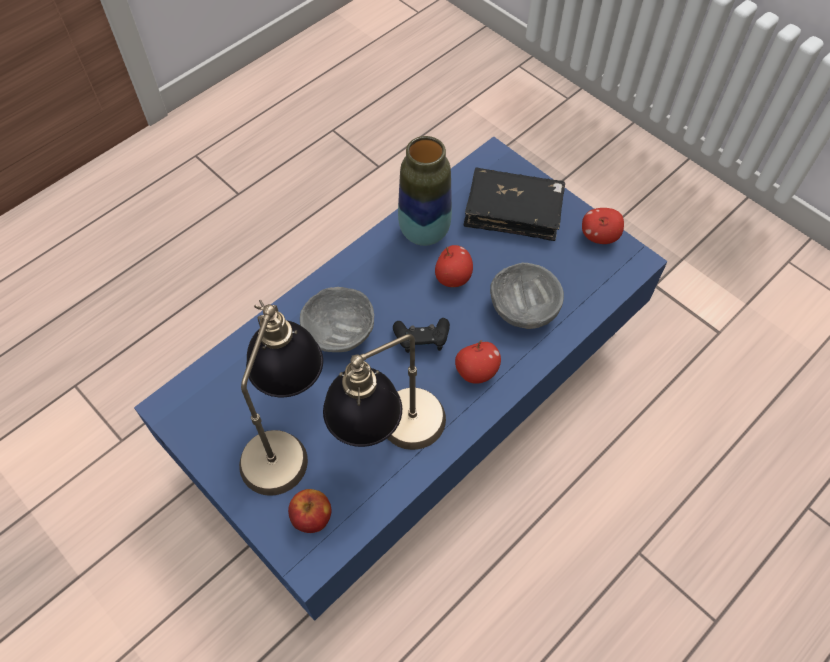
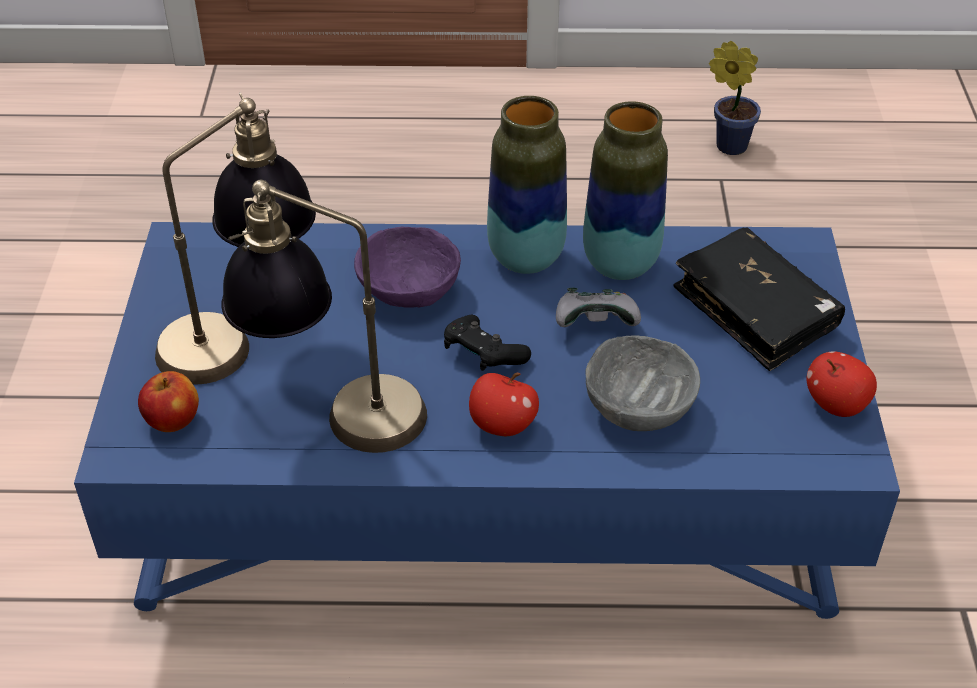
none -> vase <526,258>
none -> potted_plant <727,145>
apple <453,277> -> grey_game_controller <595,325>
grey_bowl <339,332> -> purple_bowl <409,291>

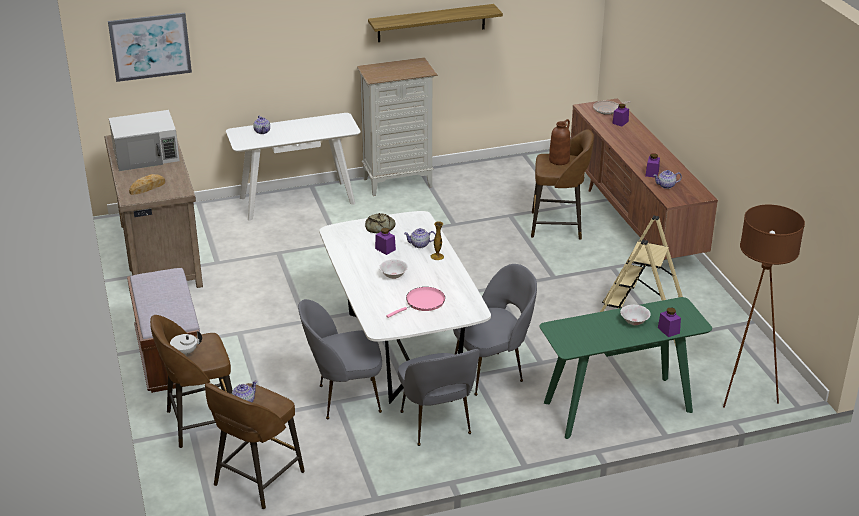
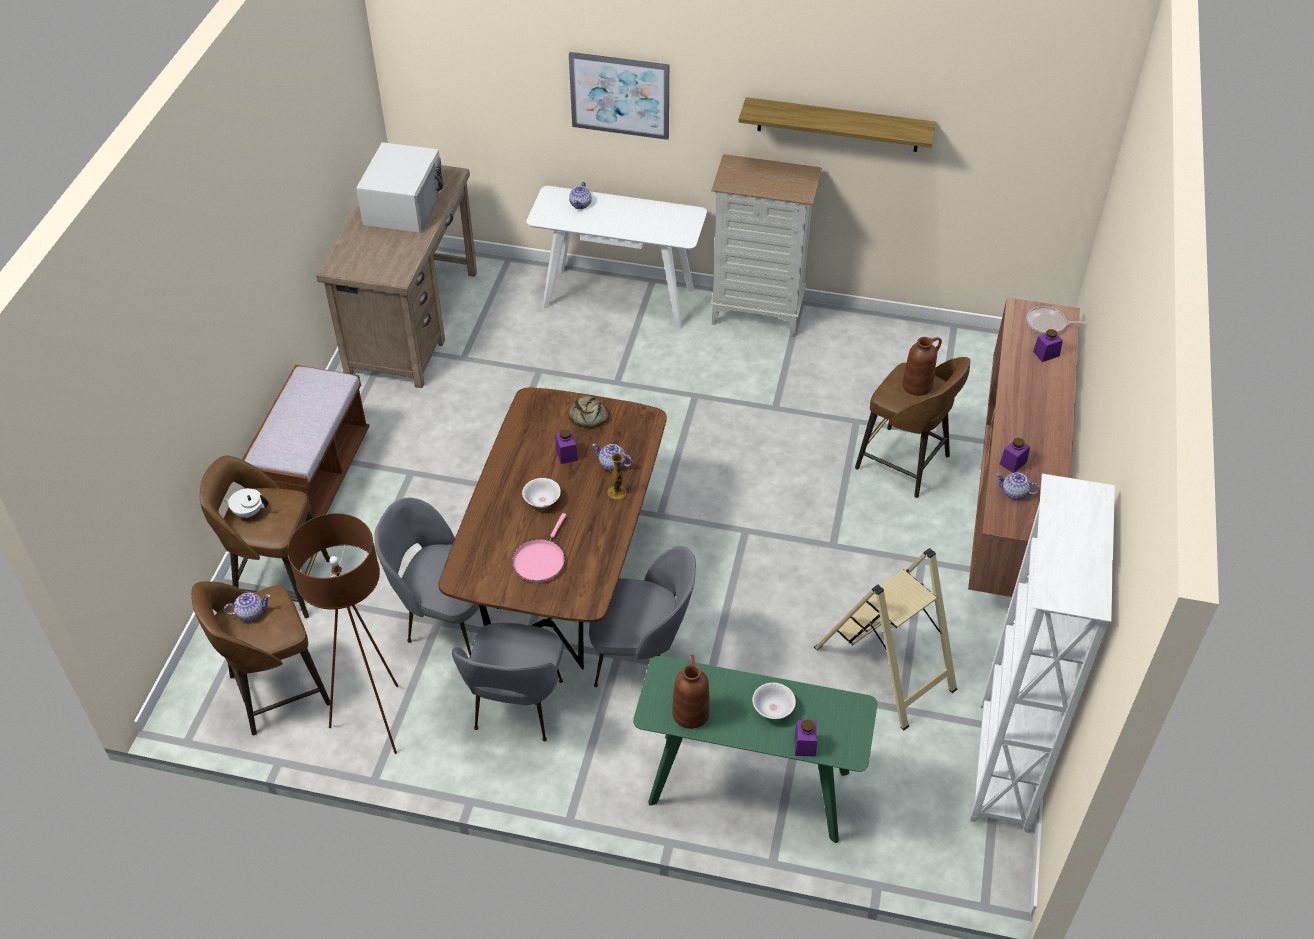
bread <147,187> -> none
none -> brown_vase <690,712>
none -> white_bookcase <1002,767>
picture <150,46> -> picture <620,95>, move
brown_floor_lamp <745,394> -> brown_floor_lamp <374,721>, move
white_dining_table <402,350> -> brown_dining_table <564,579>
white_microwave <146,155> -> white_microwave <404,205>, 90 degrees counterclockwise
pink_frying_pan <423,303> -> pink_frying_pan <540,560>, 120 degrees clockwise

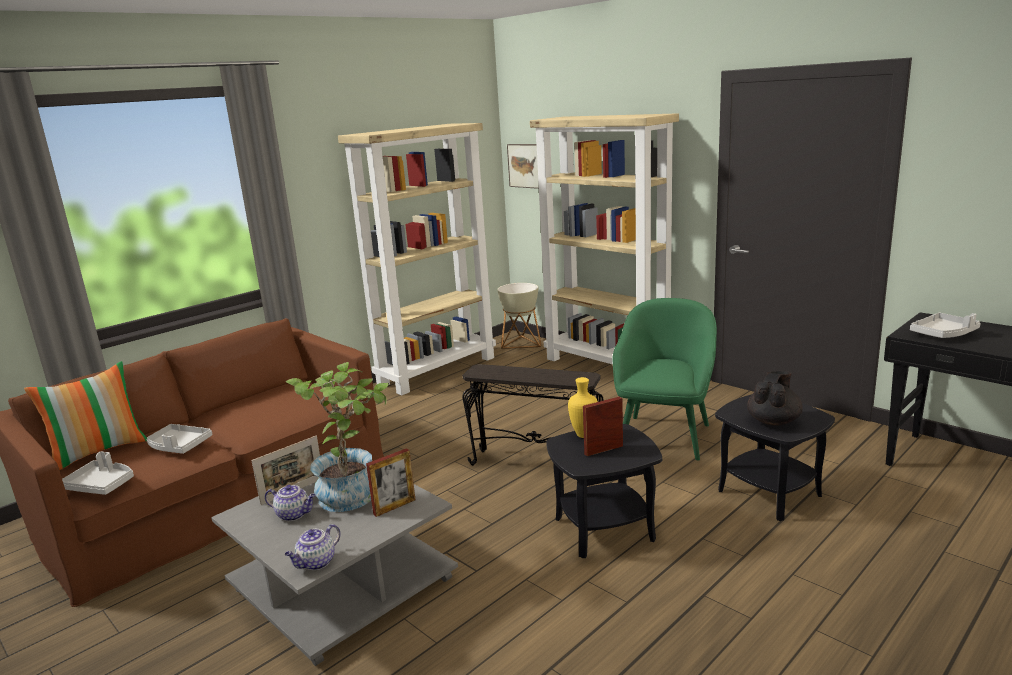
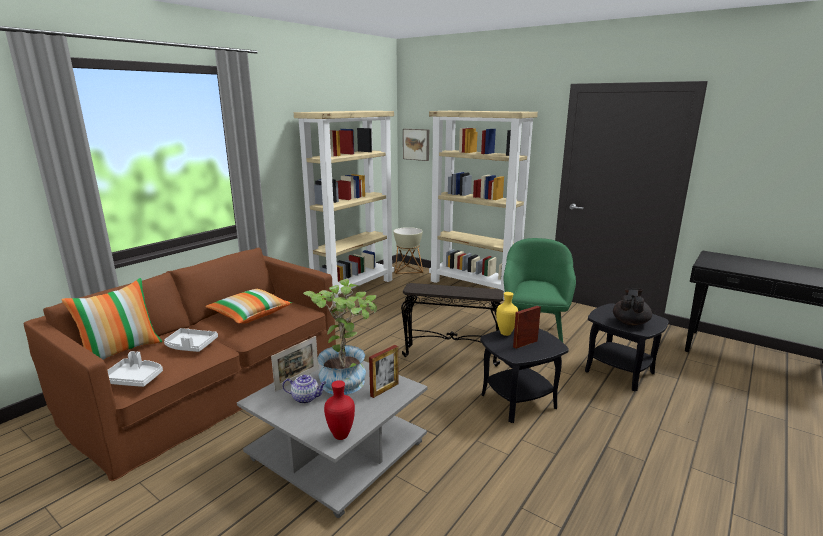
grey_tray <944,334> -> none
none -> pillow <250,315>
teapot <316,563> -> red_vase <341,436>

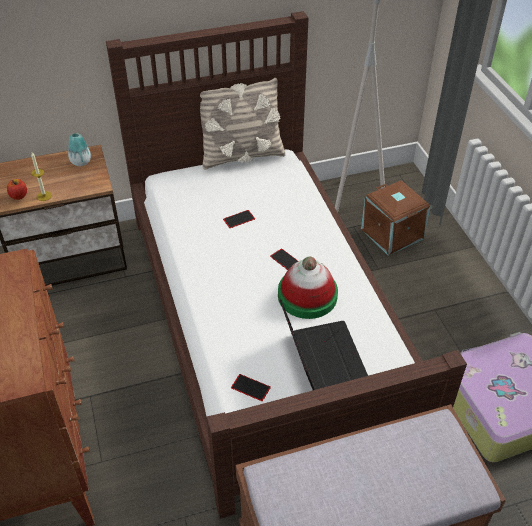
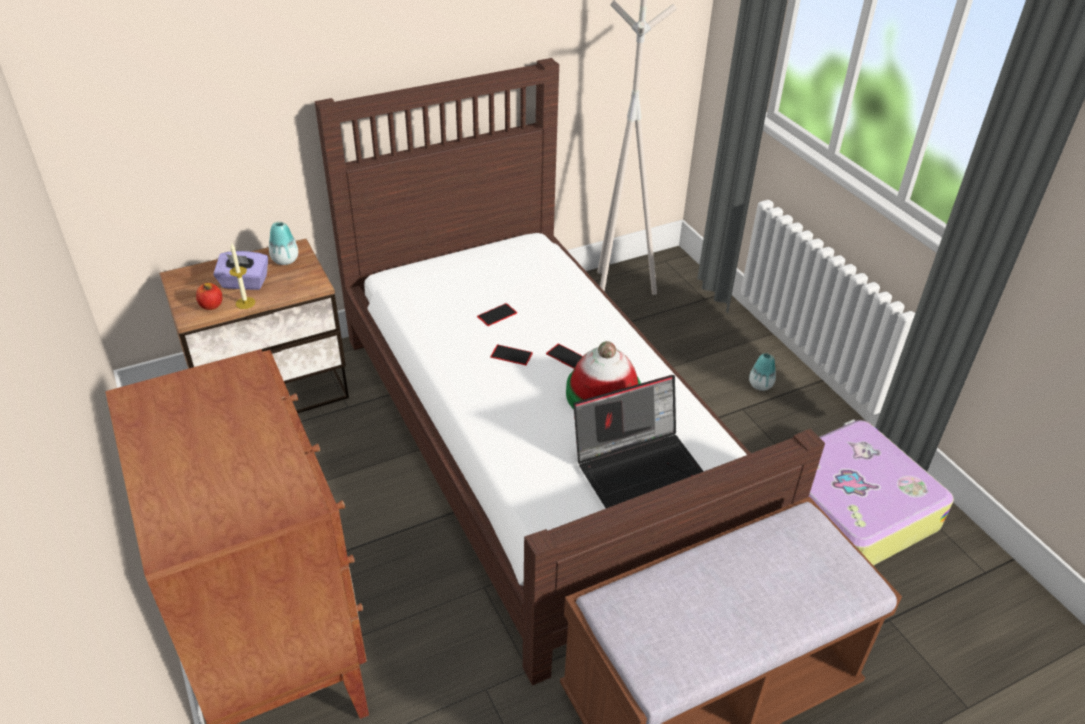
beige_pillow <241,156> -> none
brown_storage_box <393,234> -> none
none -> purple_tissue_box <244,283>
none -> vase <760,385>
phone <250,387> -> phone <511,355>, move
laptop <322,361> -> laptop <640,467>, 90 degrees clockwise

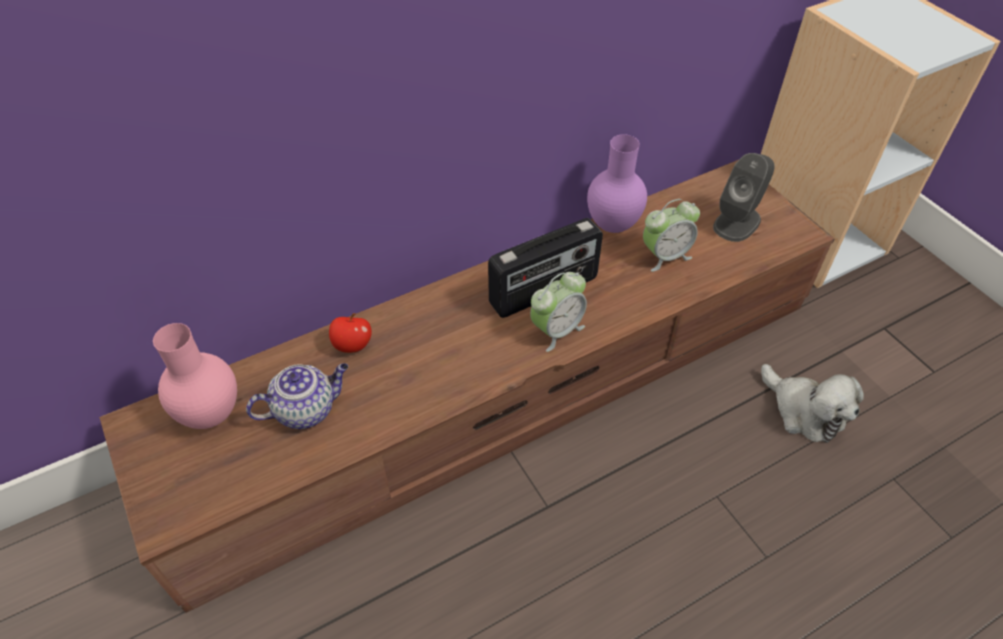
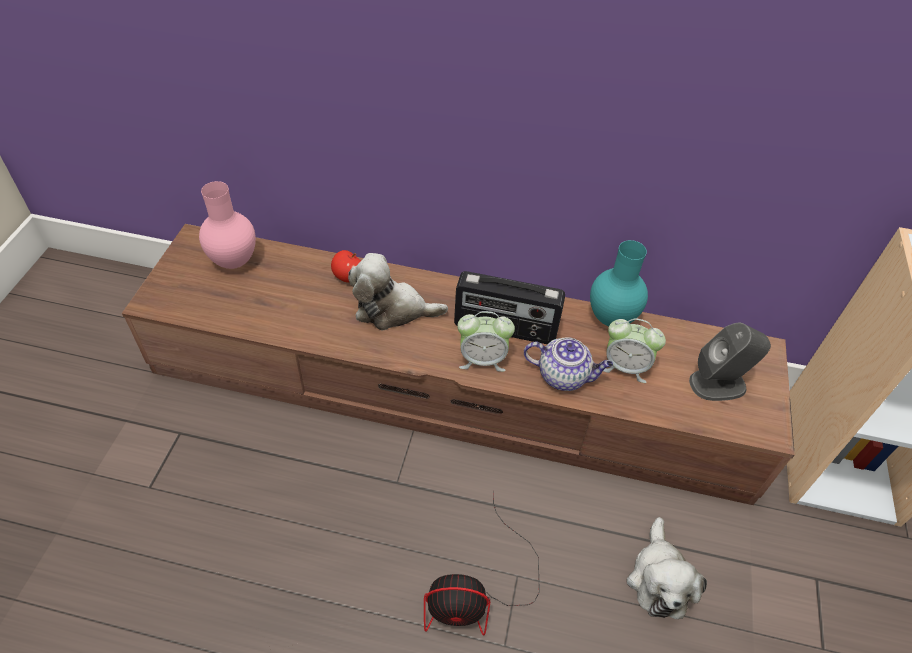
none -> plush_toy <392,309>
none -> fan <477,593>
teapot <306,409> -> teapot <564,376>, move
purple_vase <614,225> -> turquoise_vase <612,319>

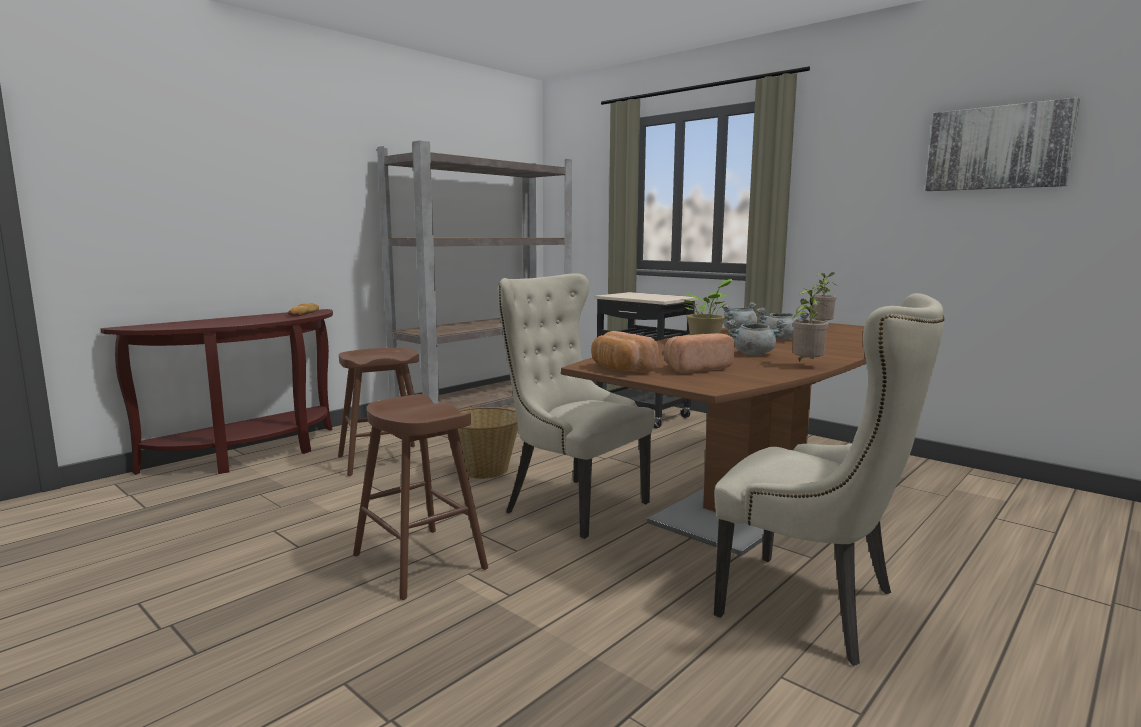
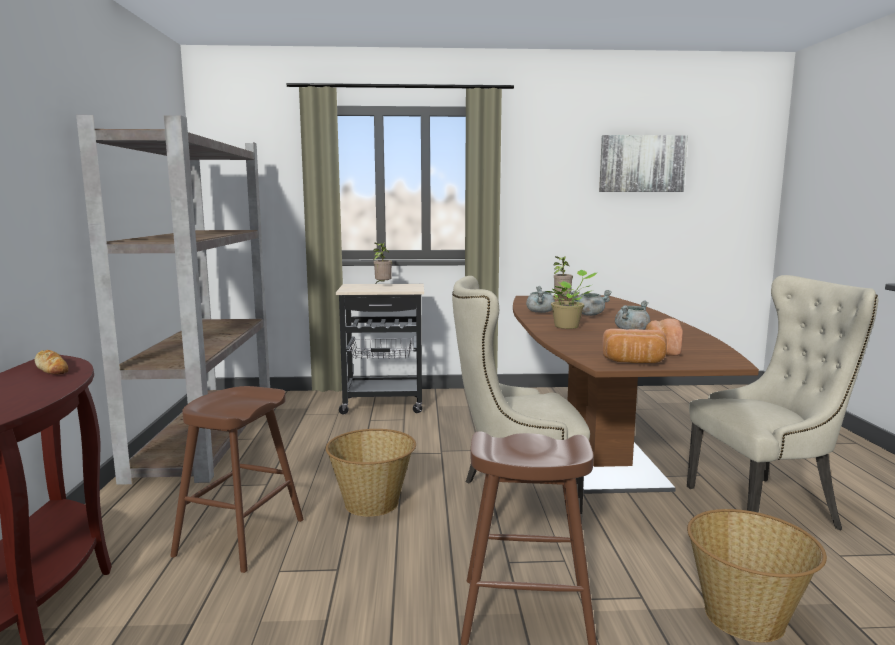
none -> basket <745,618>
potted_plant <807,365> -> potted_plant <382,285>, move

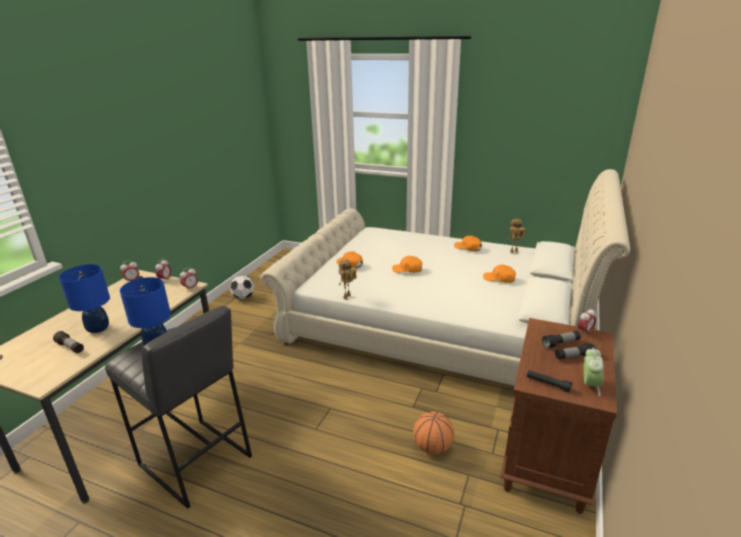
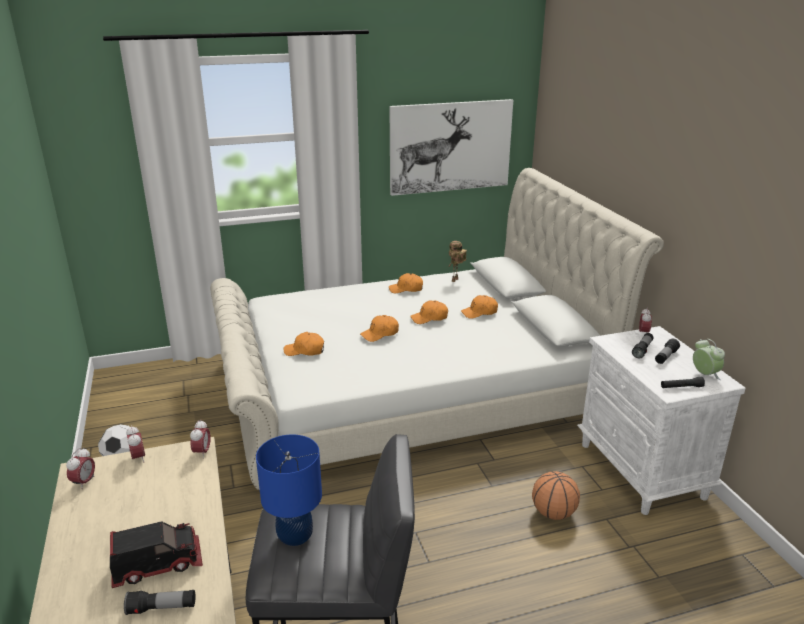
toy_robot <347,297> -> none
none -> picture <450,147>
none -> orange_cap <429,318>
blue_table_lamp <98,328> -> toy_truck <157,564>
brown_nightstand <547,459> -> white_nightstand <643,471>

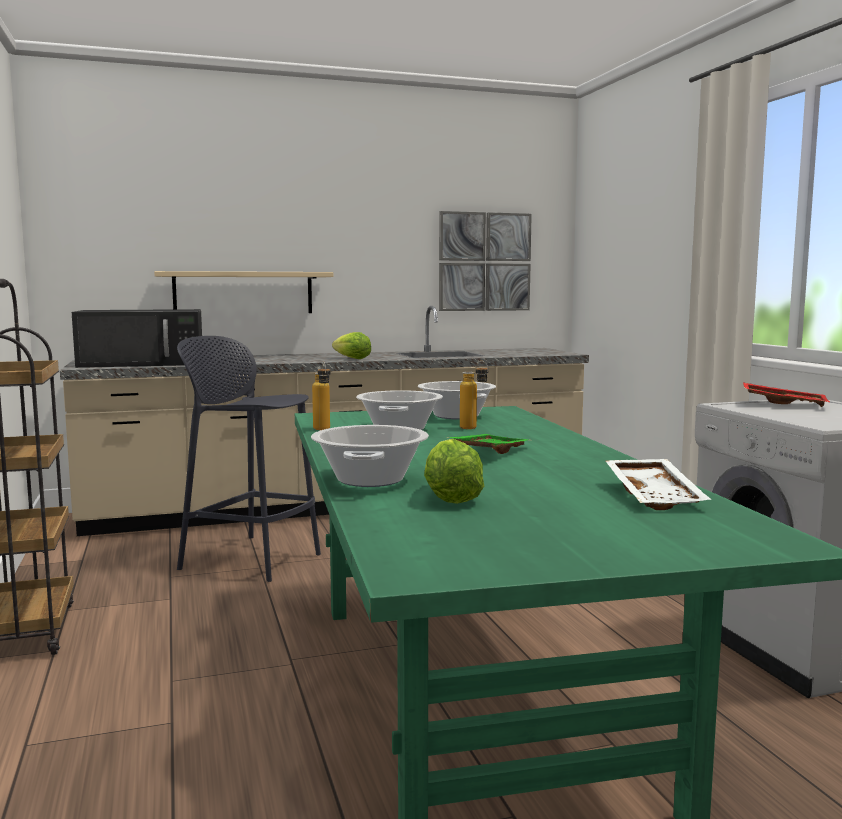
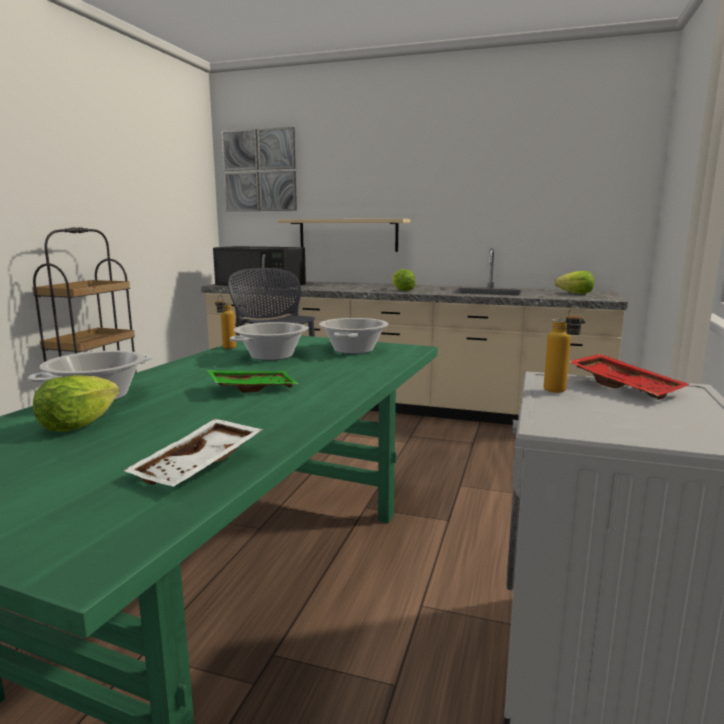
none -> lettuce <575,293>
picture <484,262> -> picture <260,170>, move
bottle <474,428> -> bottle <560,392>, move

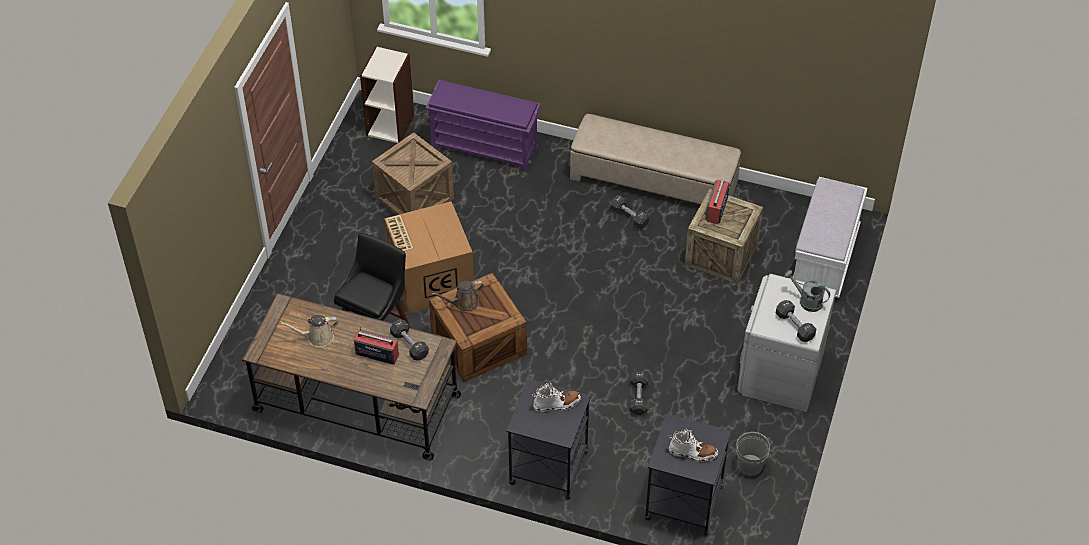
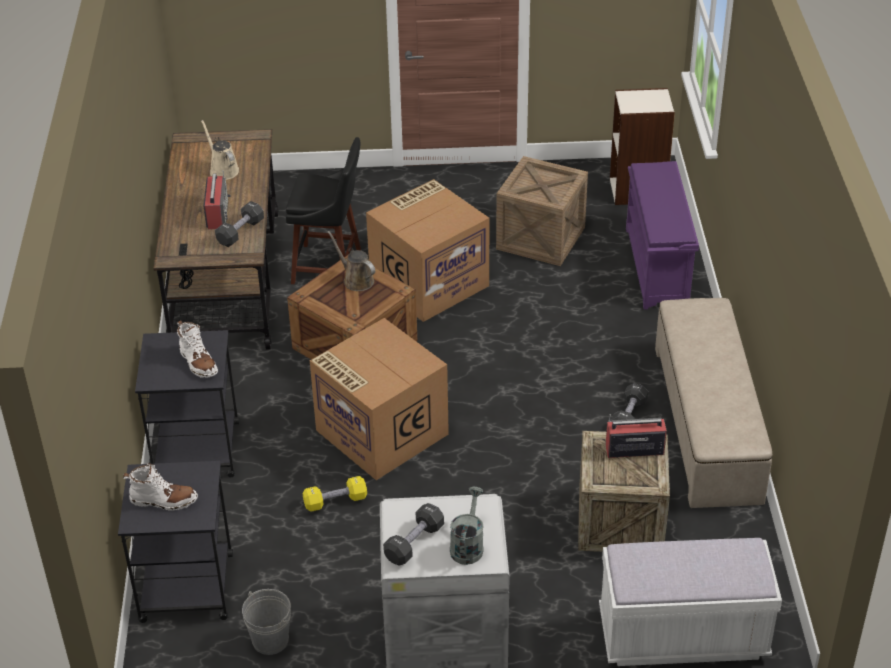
none -> cardboard_box <379,432>
black_dumbbell <638,397> -> yellow_dumbbell <335,501>
white_boot <693,453> -> white_boot <163,500>, 75 degrees counterclockwise

